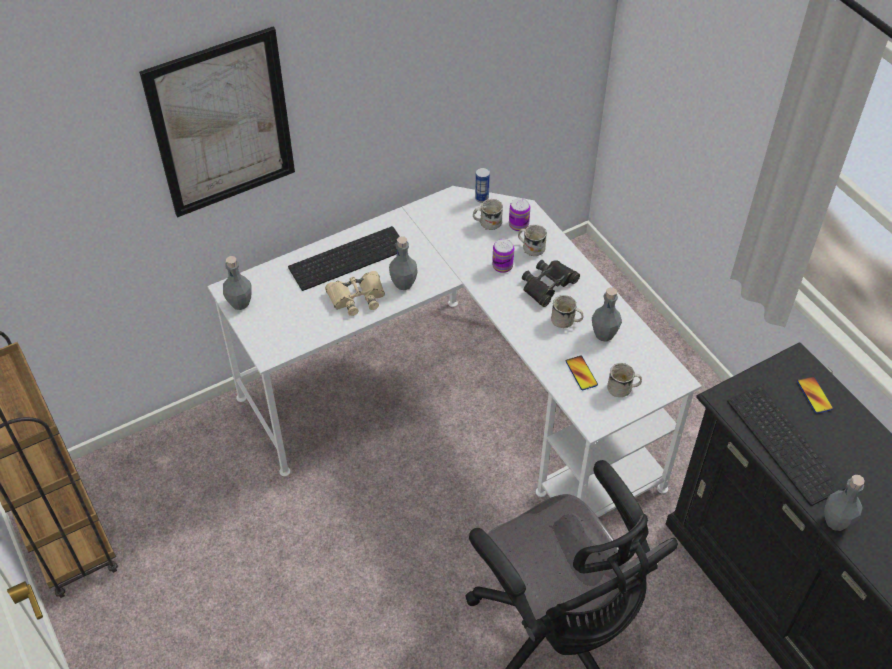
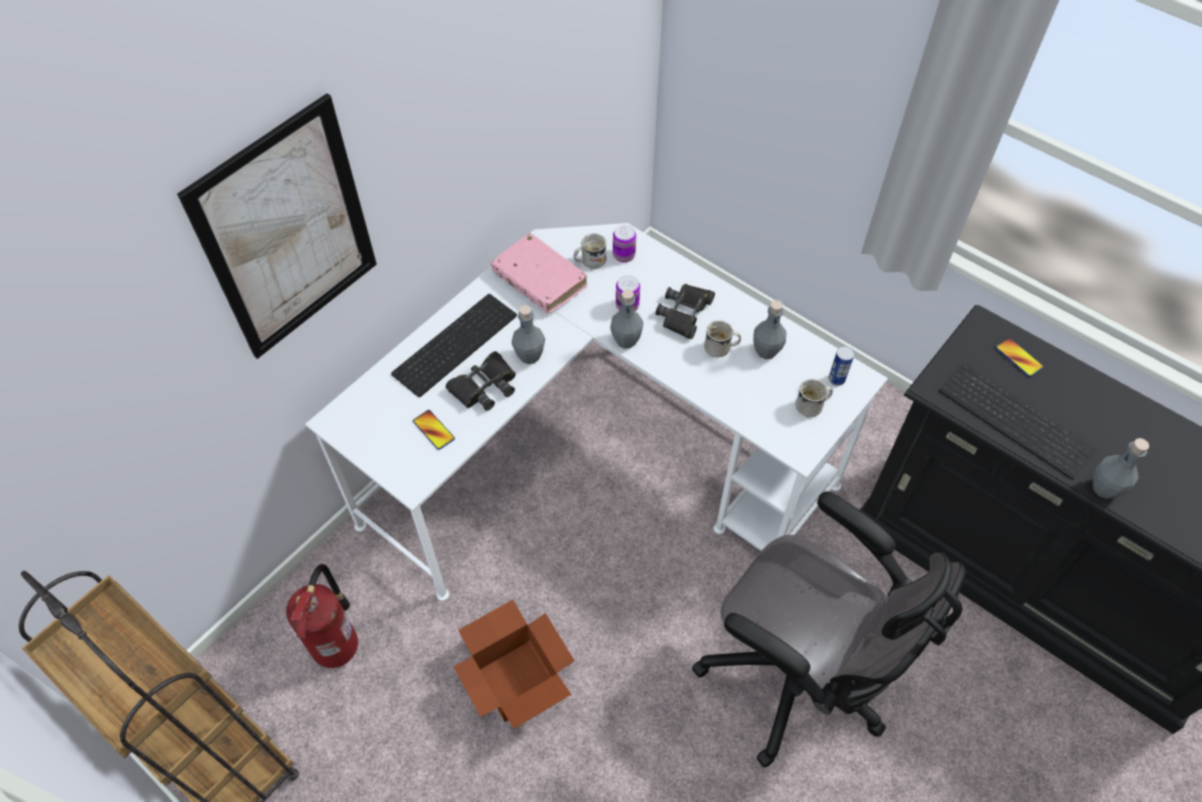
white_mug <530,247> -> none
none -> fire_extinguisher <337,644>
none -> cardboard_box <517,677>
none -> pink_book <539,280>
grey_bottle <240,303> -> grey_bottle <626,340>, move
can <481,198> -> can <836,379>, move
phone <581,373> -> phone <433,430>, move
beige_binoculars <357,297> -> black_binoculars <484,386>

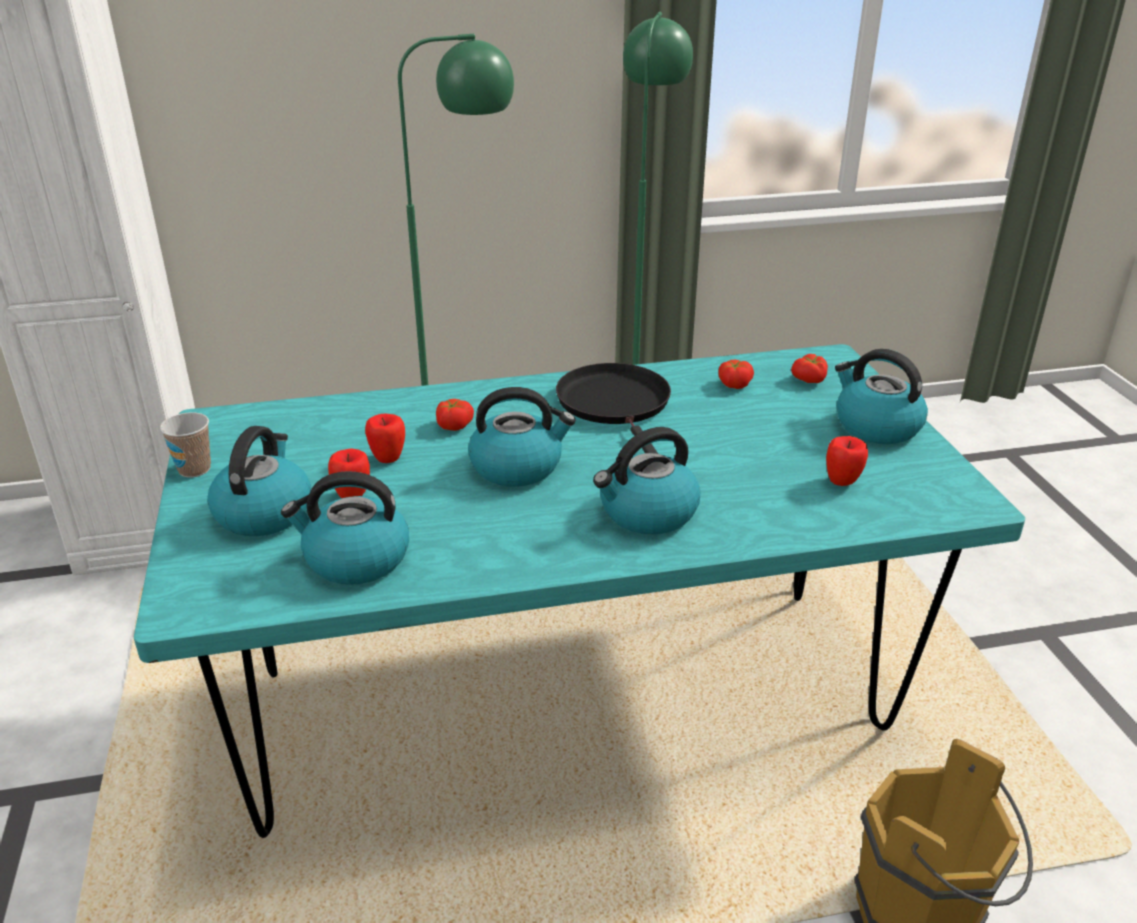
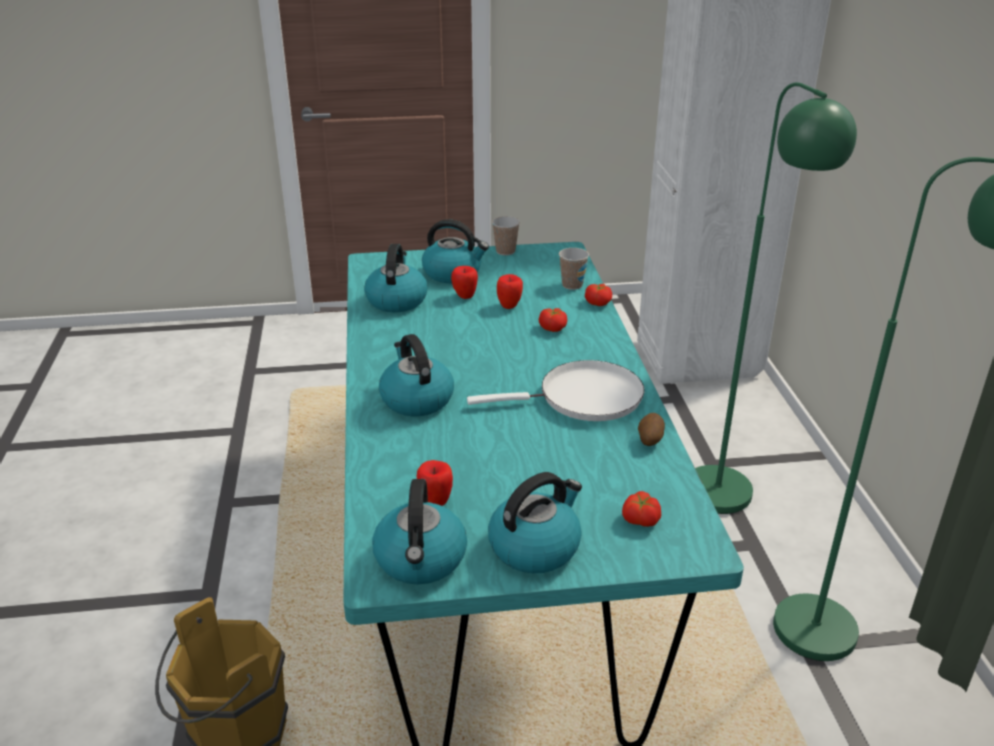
none -> cup <572,285>
none -> potato <649,440>
kettle <518,466> -> kettle <421,560>, move
tomato <733,384> -> tomato <598,303>, move
black_frying_pan <616,405> -> white_frying_pan <583,398>

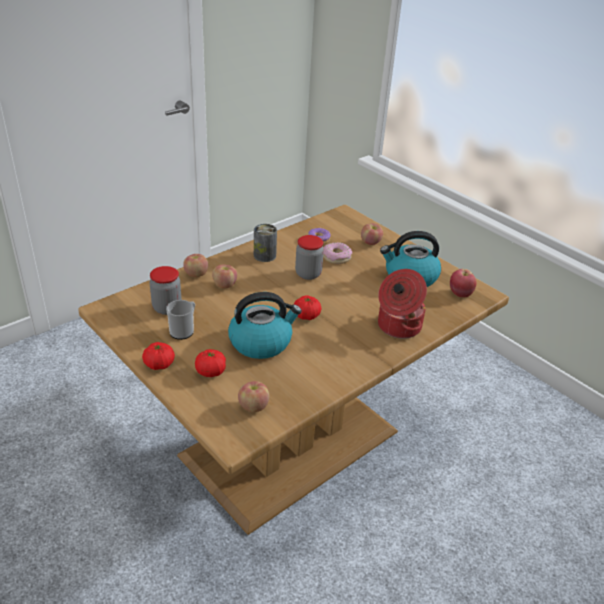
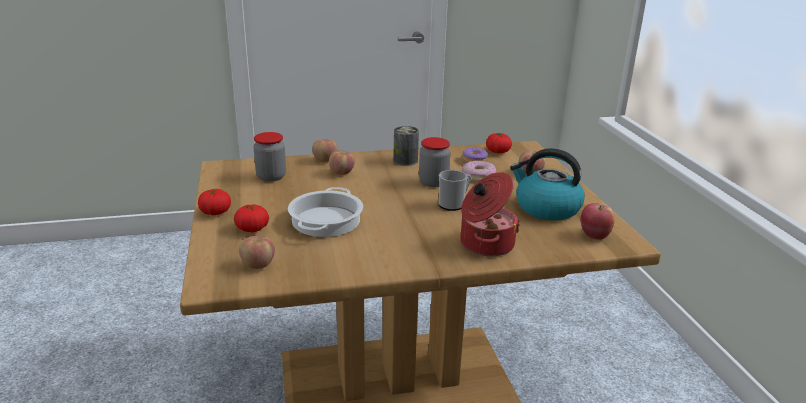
mug <183,330> -> mug <454,204>, move
tomato <306,316> -> tomato <498,152>, move
kettle <261,342> -> cooking_pot <325,220>

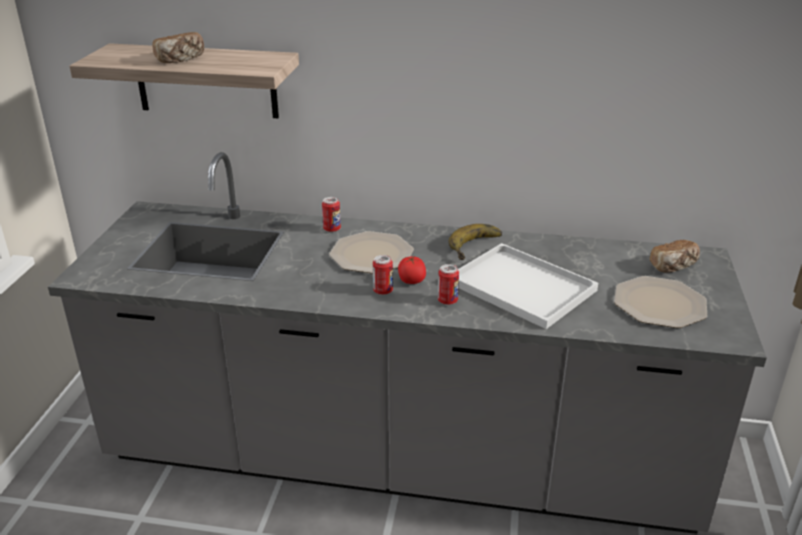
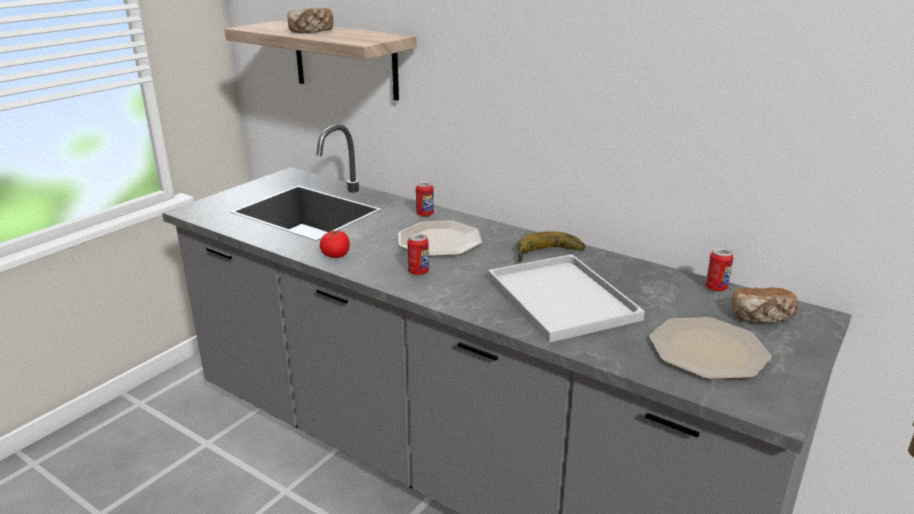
tomato <411,281> -> tomato <336,255>, move
can <447,301> -> can <715,288>, move

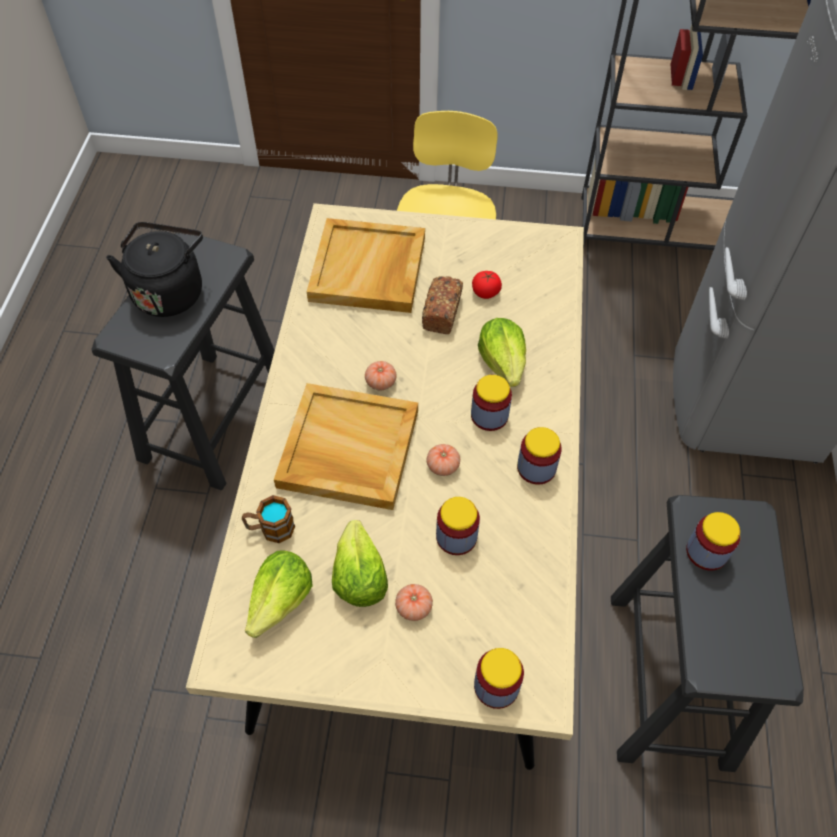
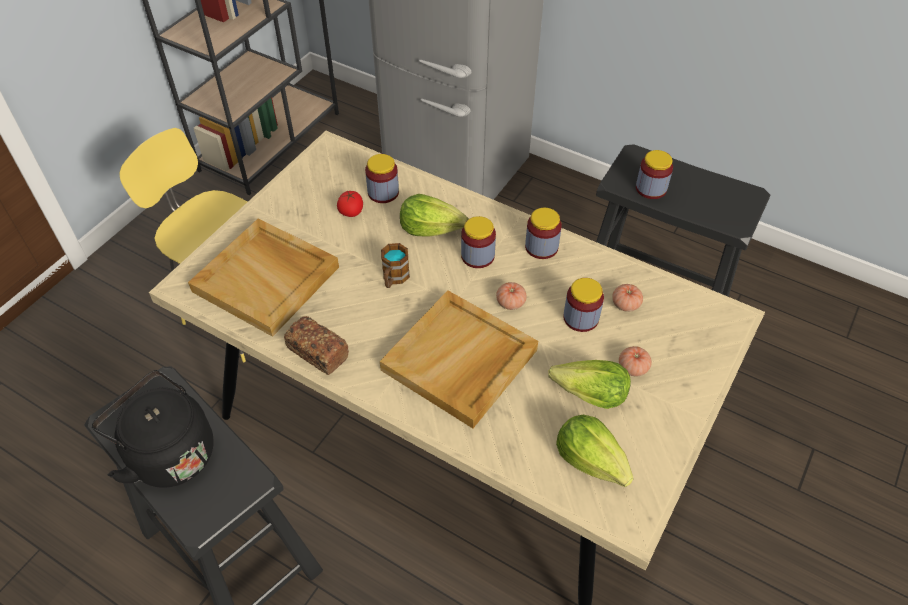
mug <270,529> -> mug <394,278>, move
tomato <380,382> -> tomato <625,304>, move
bread <441,312> -> bread <317,353>, move
jar <496,686> -> jar <383,192>, move

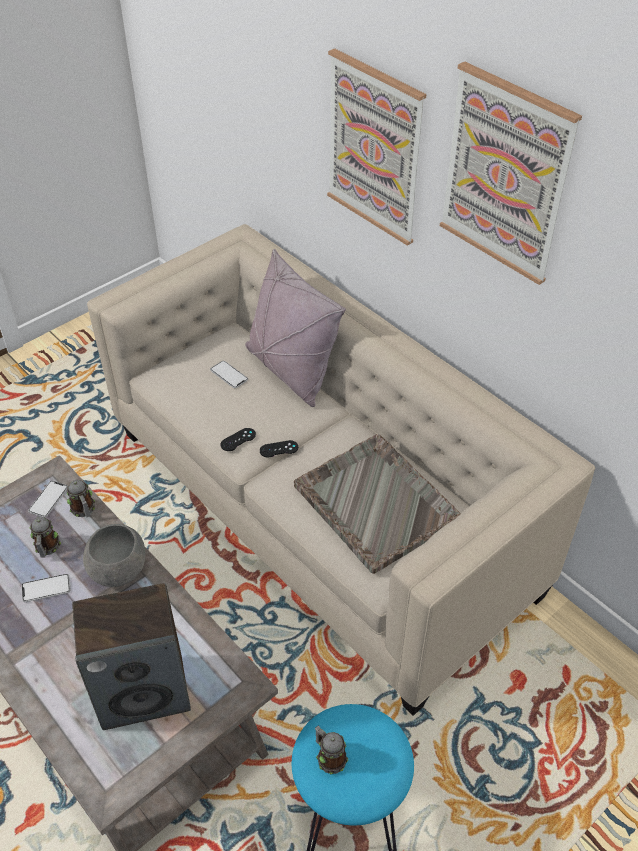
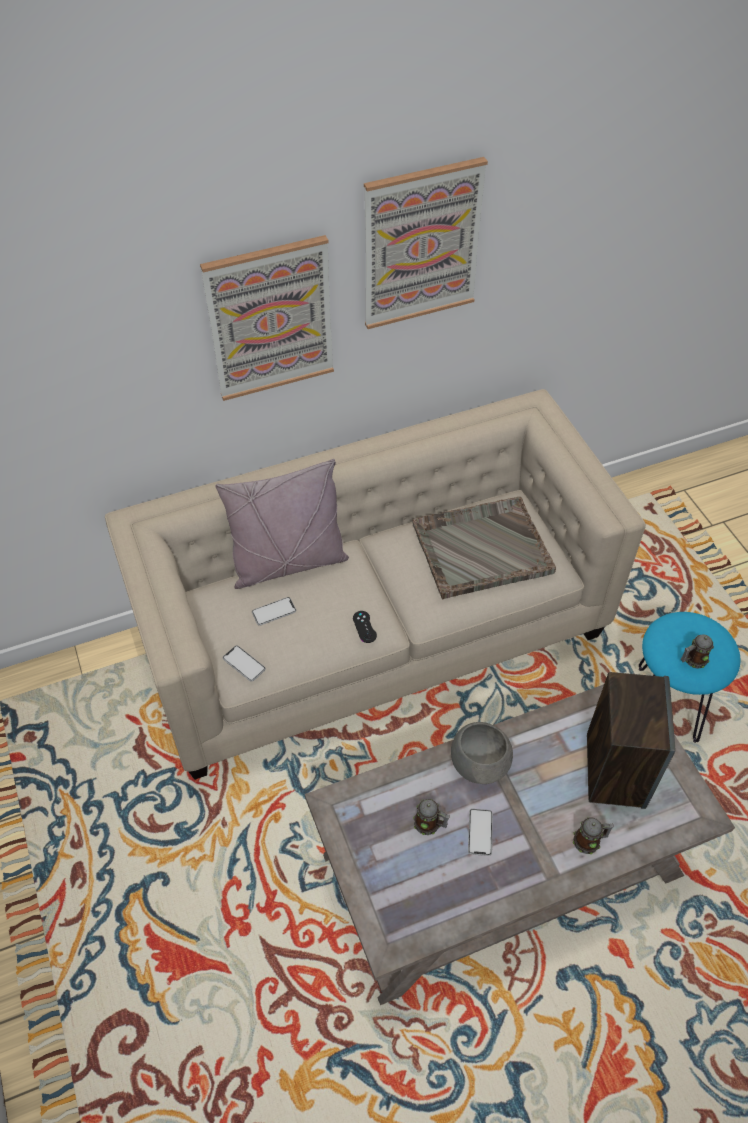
black_game_controller <279,449> -> none
phone <48,499> -> phone <244,664>, move
mug <84,510> -> mug <589,841>, move

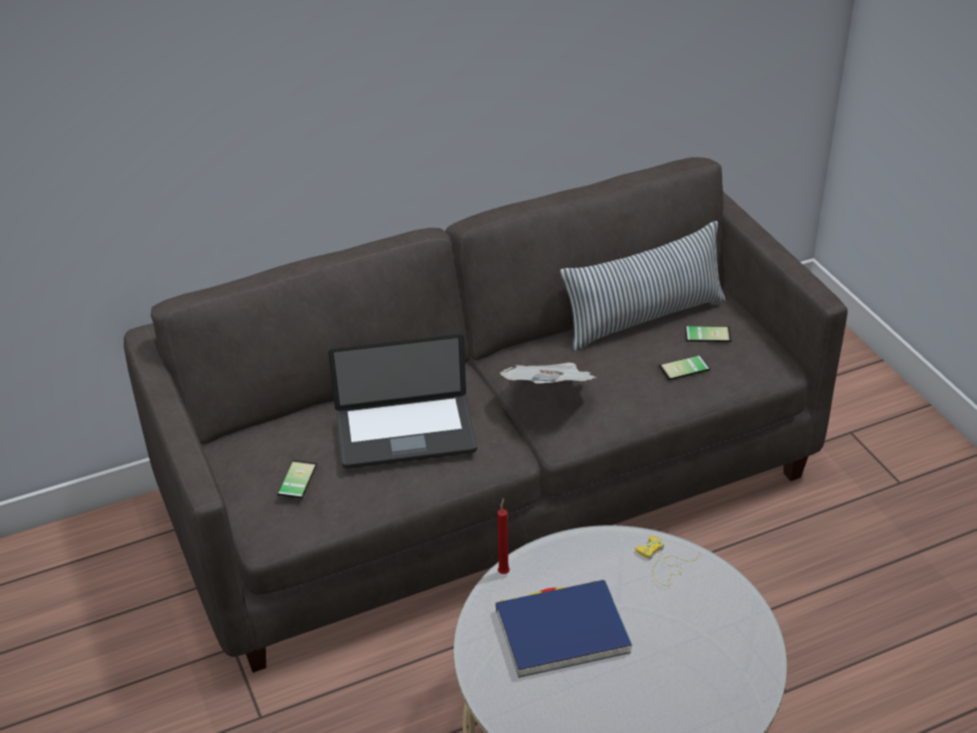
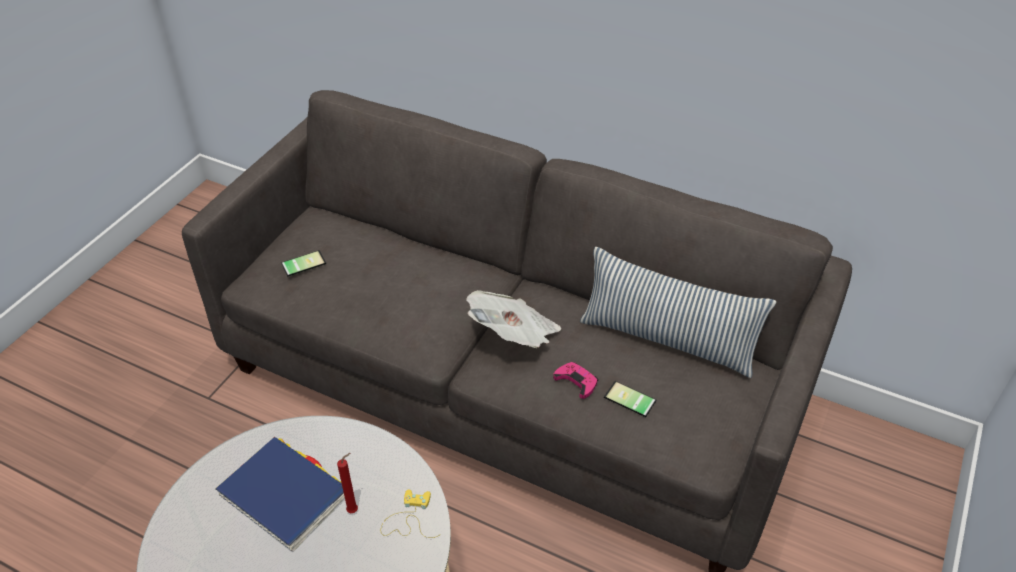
laptop <405,434> -> none
phone <707,333> -> none
none -> pink_game_controller <576,381>
red_candle <504,571> -> red_candle <354,510>, move

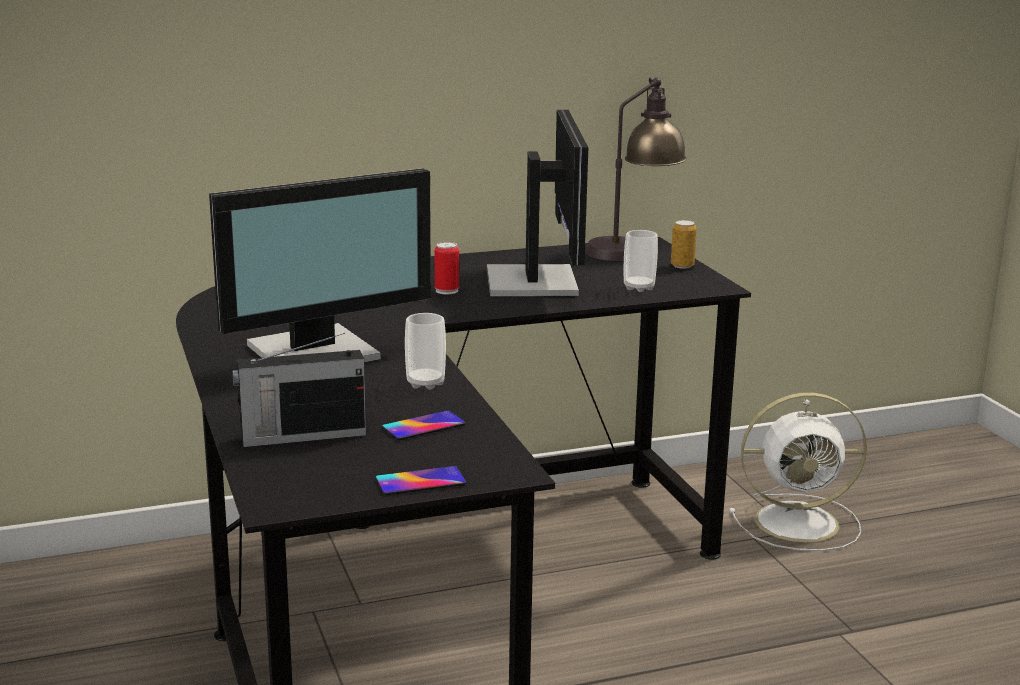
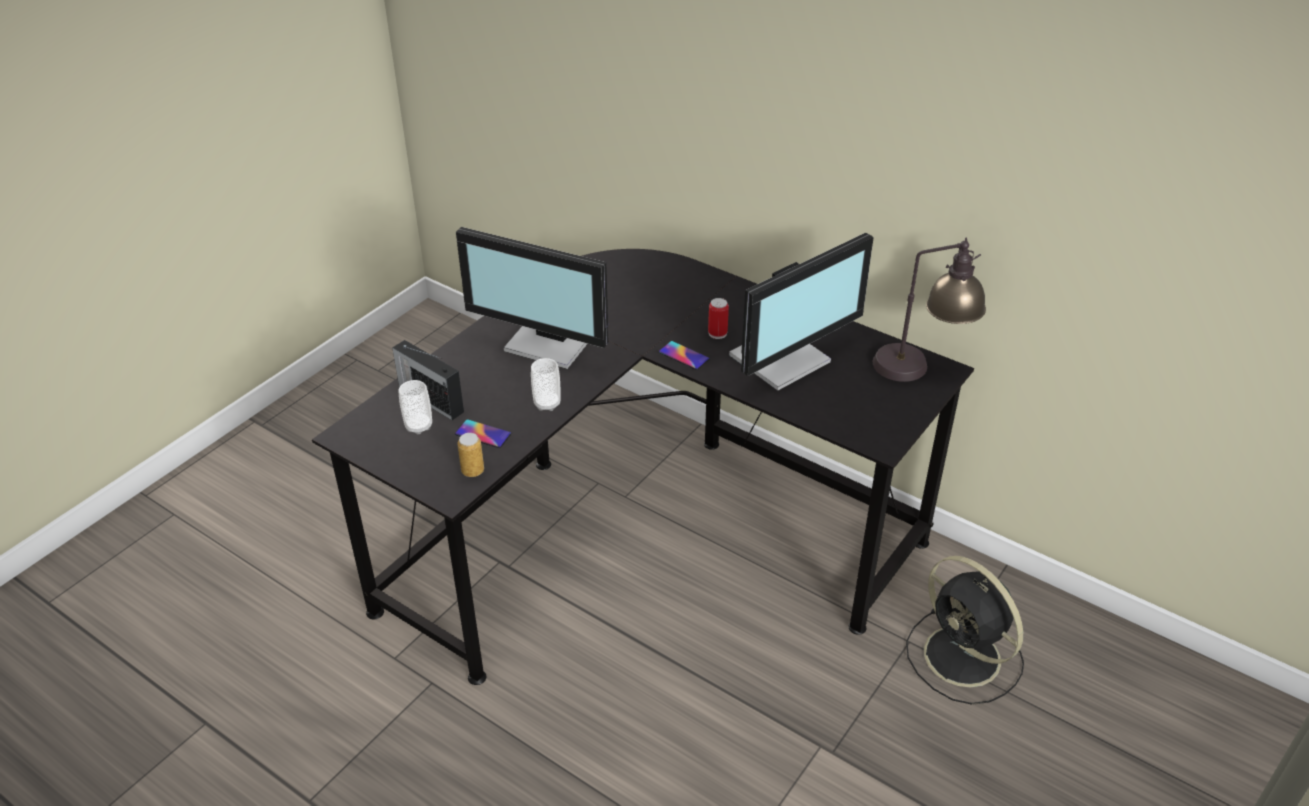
phone <420,481> -> phone <684,356>, move
cup <639,287> -> cup <418,426>, move
can <682,266> -> can <473,471>, move
white_fan <800,522> -> black_fan <965,658>

